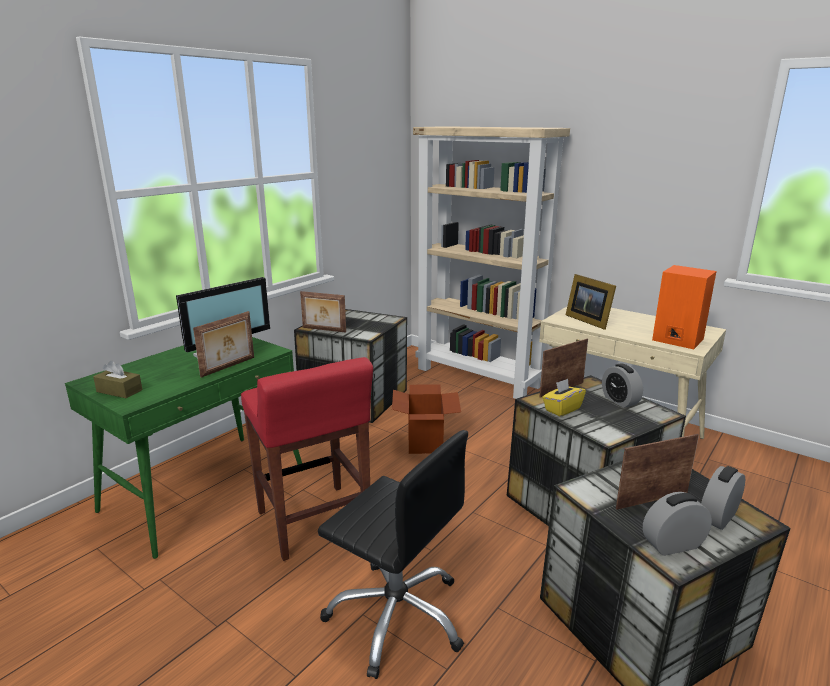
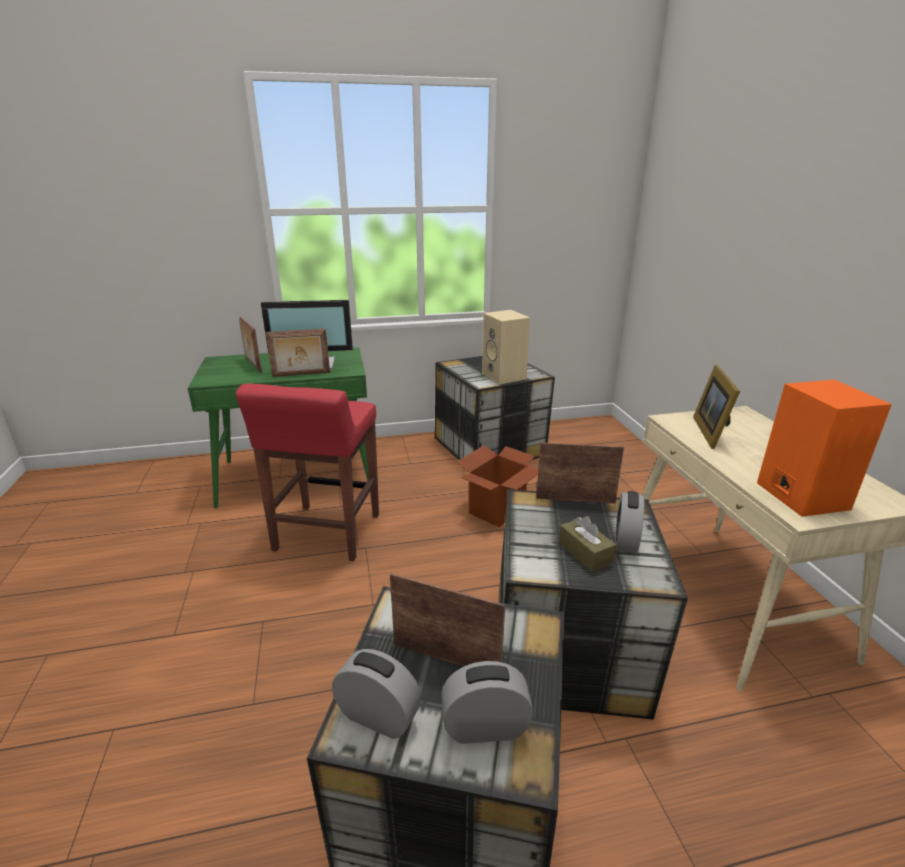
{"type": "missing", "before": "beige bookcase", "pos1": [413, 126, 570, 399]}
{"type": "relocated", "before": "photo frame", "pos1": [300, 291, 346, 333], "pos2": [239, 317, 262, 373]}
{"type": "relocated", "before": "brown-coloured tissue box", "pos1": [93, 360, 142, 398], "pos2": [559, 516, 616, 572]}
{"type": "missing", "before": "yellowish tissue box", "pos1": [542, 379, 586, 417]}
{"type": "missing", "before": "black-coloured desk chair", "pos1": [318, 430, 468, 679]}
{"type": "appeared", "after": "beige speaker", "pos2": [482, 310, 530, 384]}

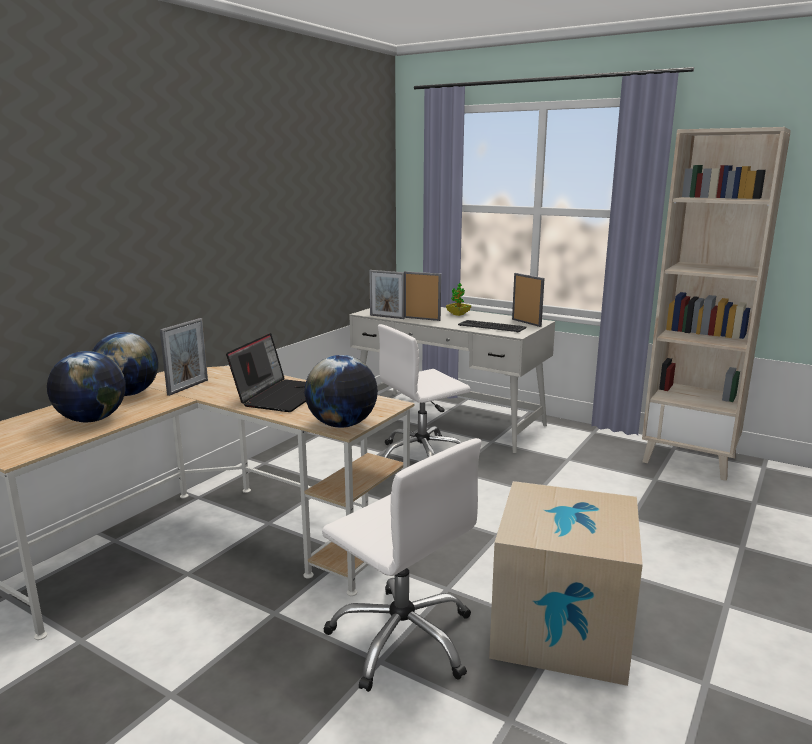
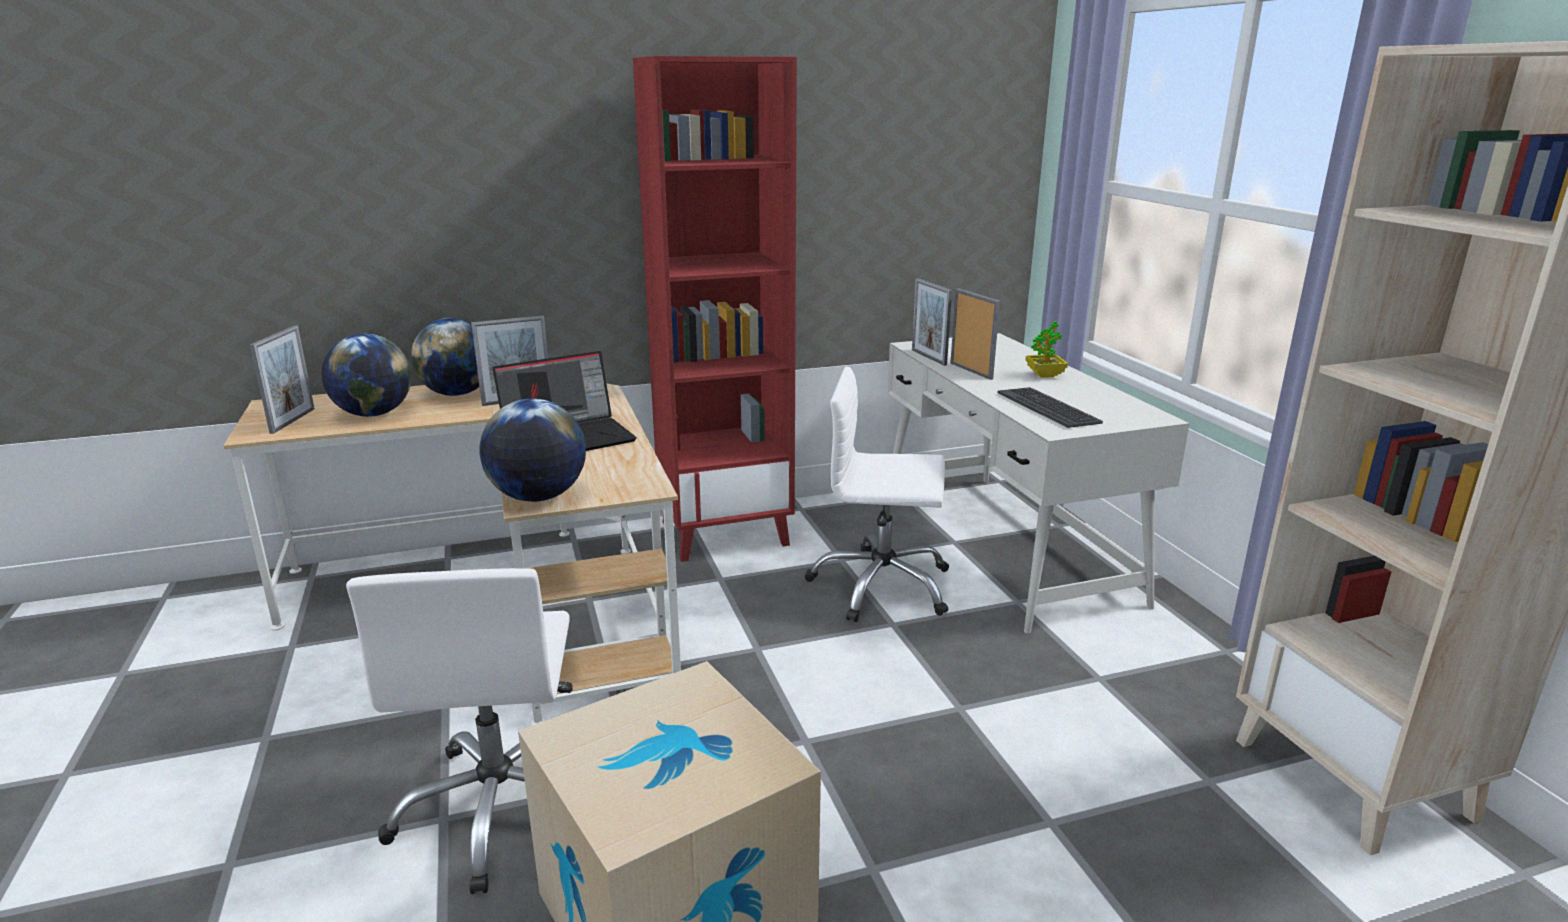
{"type": "relocated", "before": "photo frame", "pos1": [512, 273, 545, 327], "pos2": [250, 325, 315, 434]}
{"type": "appeared", "after": "red bookcase", "pos2": [633, 56, 797, 562]}

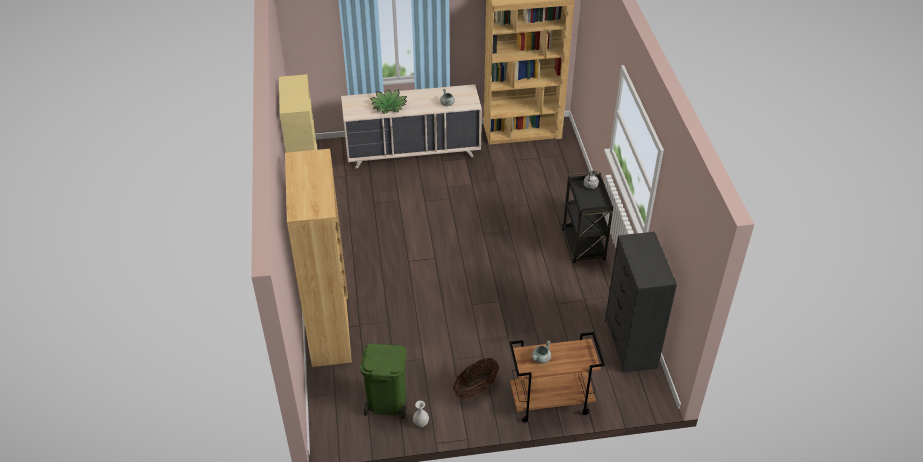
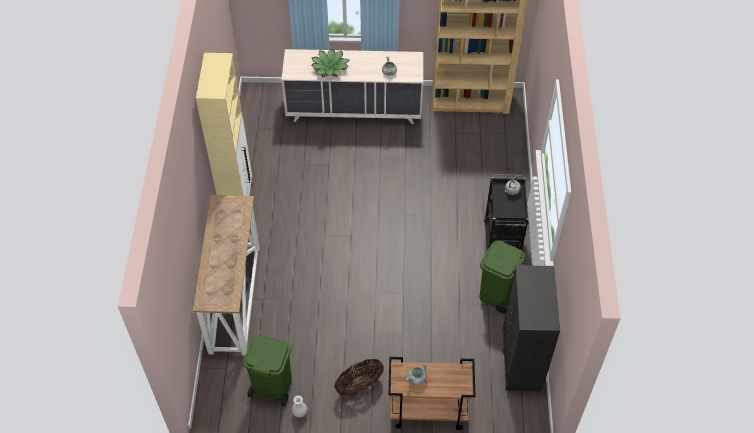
{"type": "exchanged", "before": "brown-coloured bookcase", "after": "narrow table", "pos1": [285, 149, 352, 367], "pos2": [193, 195, 260, 355]}
{"type": "appeared", "after": "green-coloured rubbish bin", "pos2": [480, 241, 525, 314]}

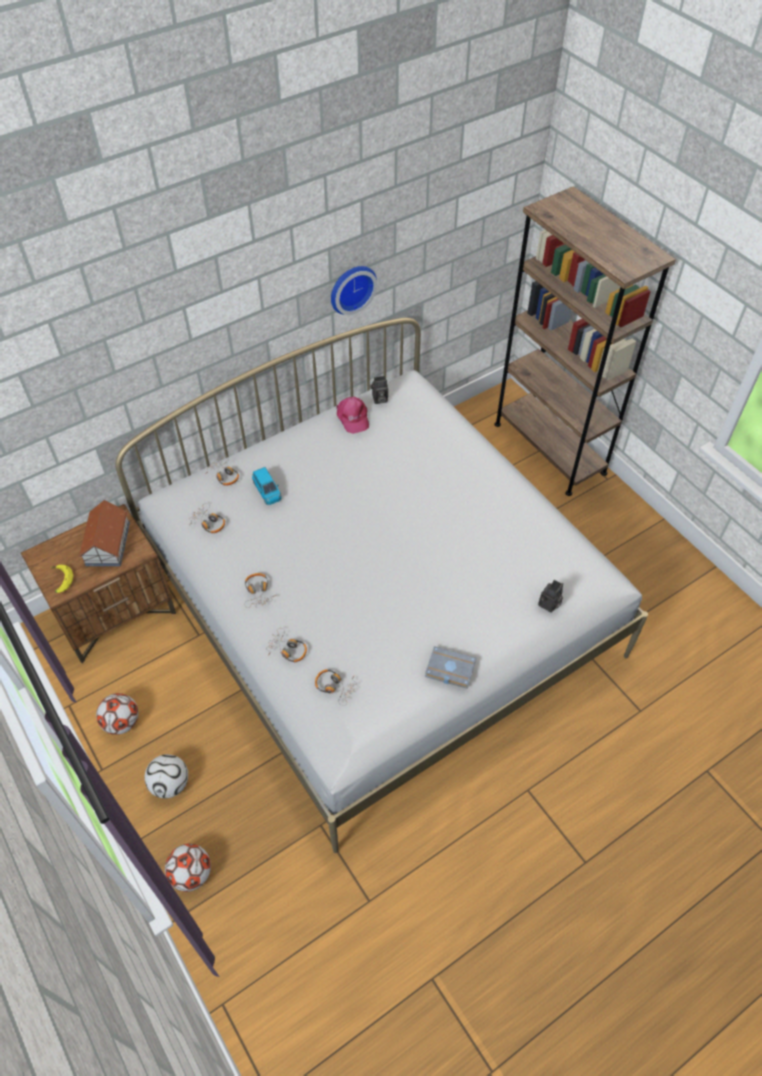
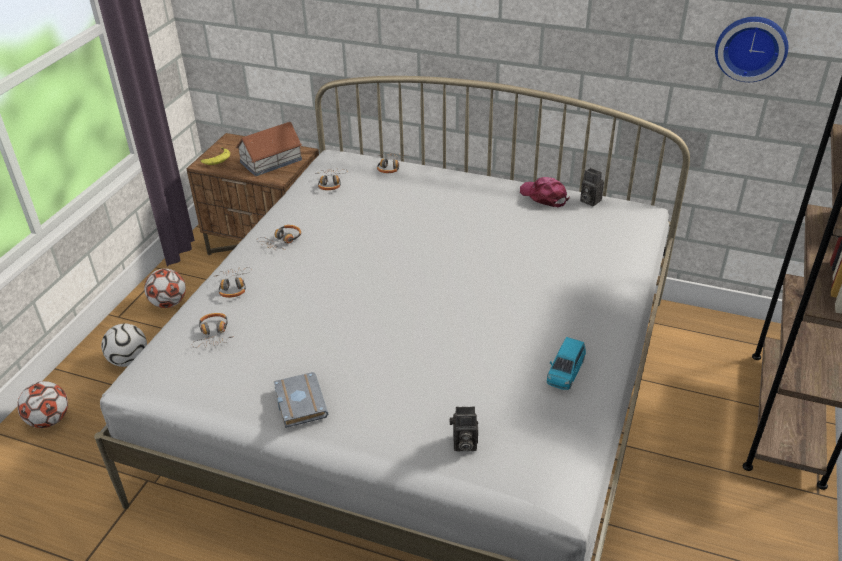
{"type": "relocated", "before": "clock on the wall", "pos1": [331, 266, 377, 315], "pos2": [715, 17, 788, 82]}
{"type": "spun", "before": "pinkish peaked cap", "pos1": [336, 397, 369, 434], "pos2": [520, 177, 570, 207], "turn": 105}
{"type": "relocated", "before": "bluish miniature car", "pos1": [252, 467, 282, 505], "pos2": [547, 337, 586, 390]}

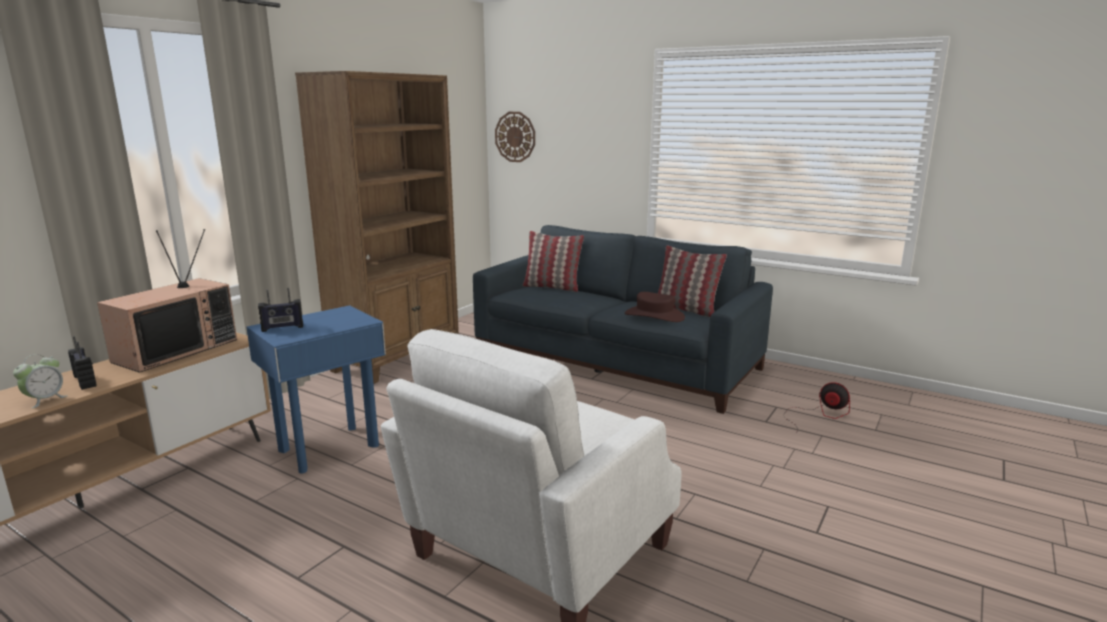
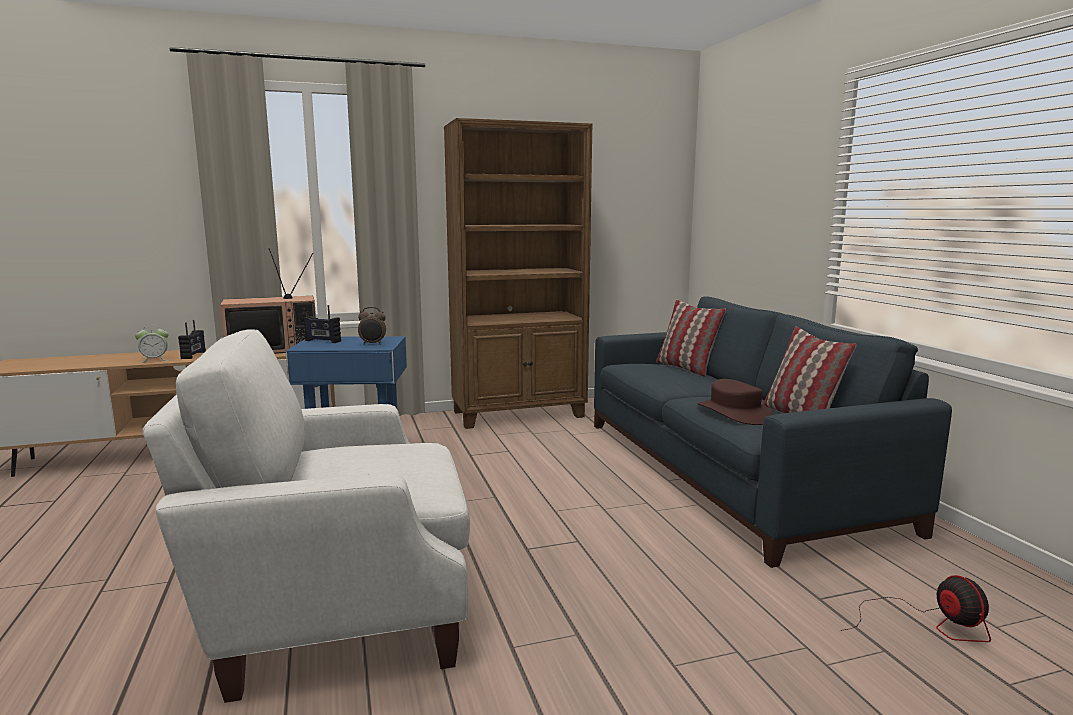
{"type": "missing", "before": "clock on the wall", "pos1": [495, 112, 535, 162]}
{"type": "appeared", "after": "bedside clock", "pos2": [358, 307, 386, 345]}

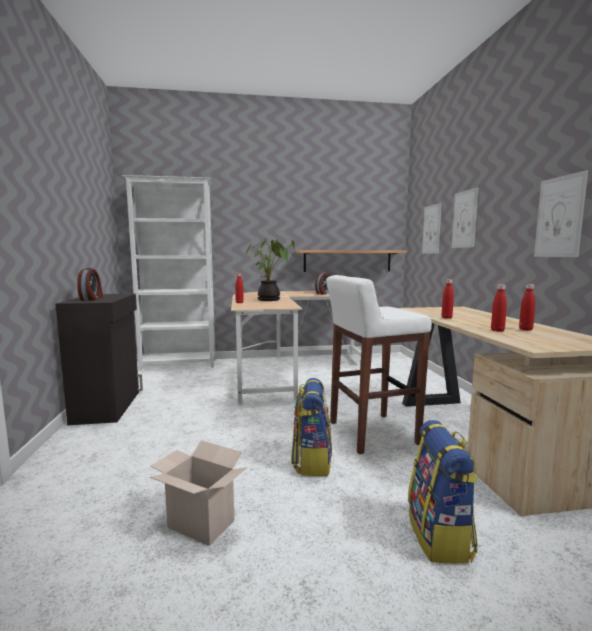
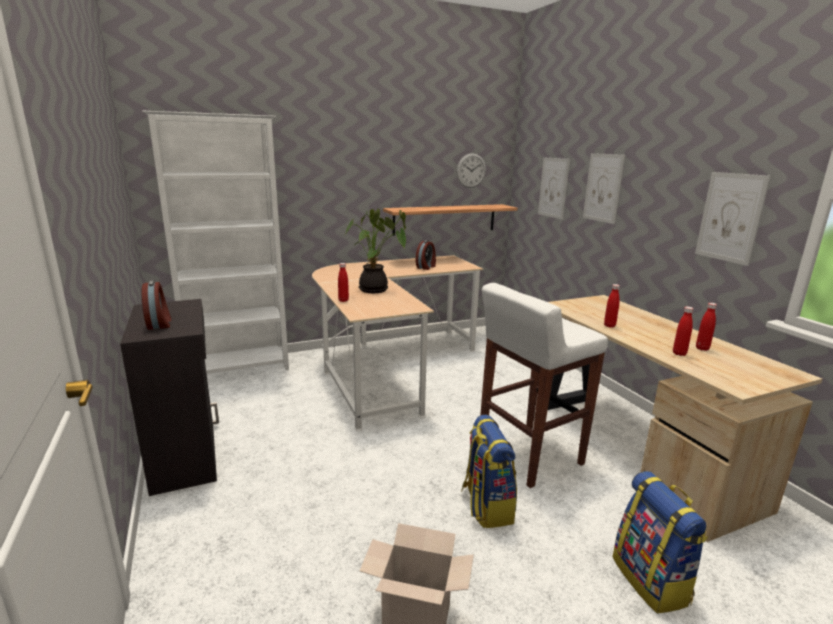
{"type": "appeared", "after": "clock on the wall", "pos2": [457, 153, 486, 188]}

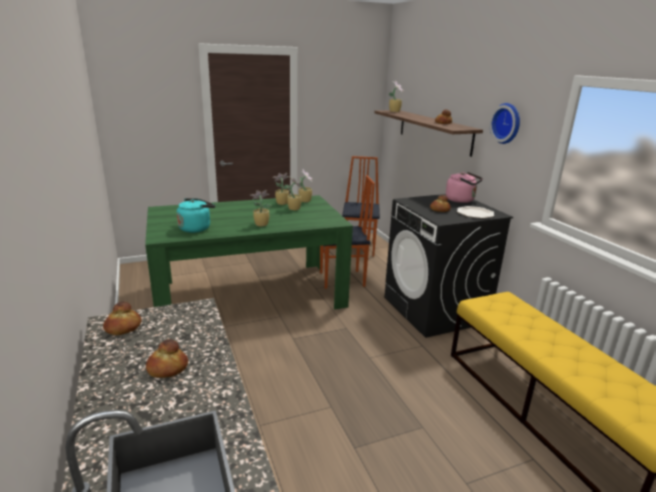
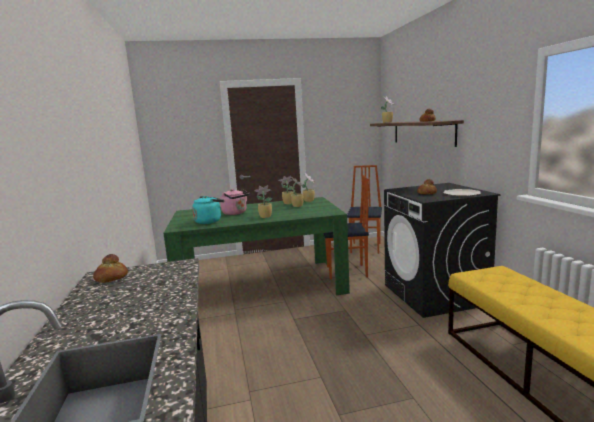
{"type": "missing", "before": "clock on the wall", "pos1": [490, 103, 520, 144]}
{"type": "relocated", "before": "pinkish kettle", "pos1": [446, 172, 483, 203], "pos2": [220, 189, 250, 215]}
{"type": "missing", "before": "baked bread", "pos1": [146, 339, 188, 378]}

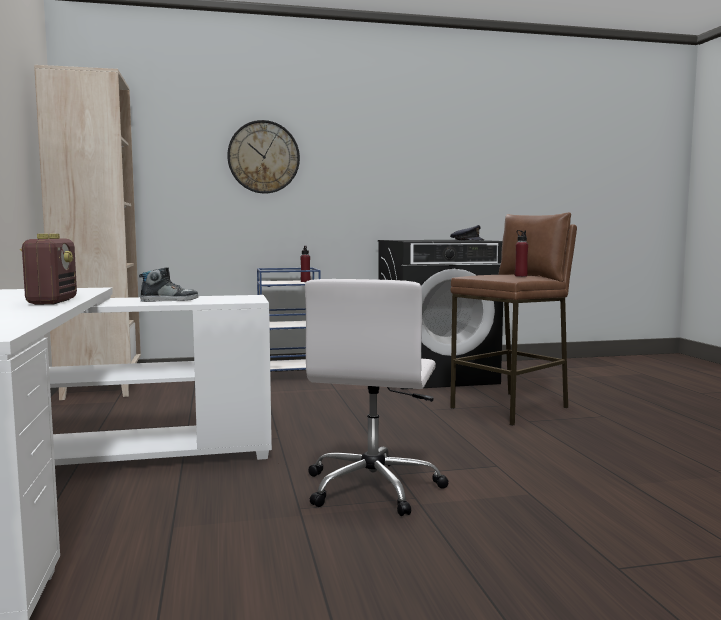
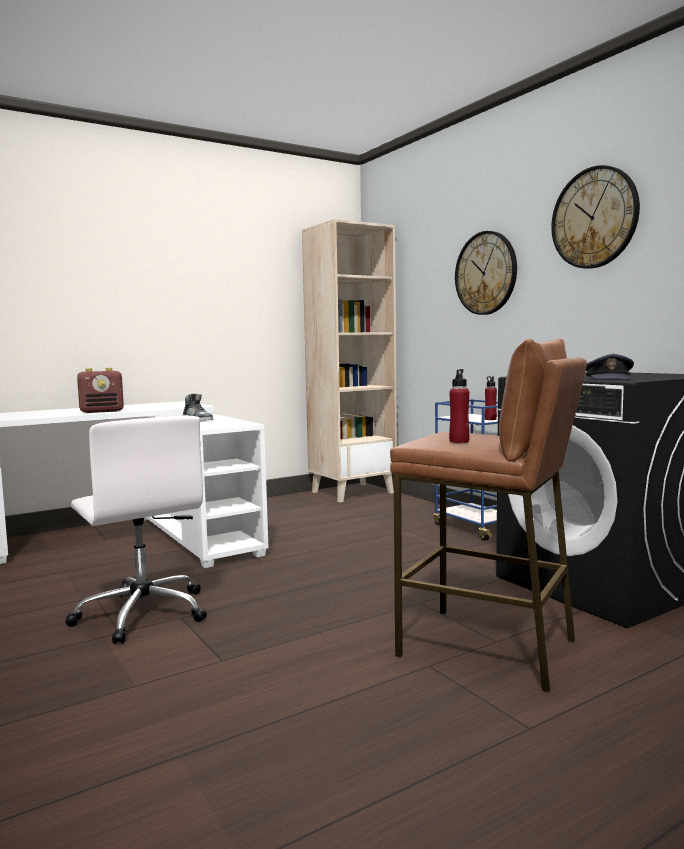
{"type": "spun", "before": "white-coloured desk chair", "pos1": [305, 279, 449, 516], "pos2": [65, 416, 207, 644], "turn": -120}
{"type": "appeared", "after": "clock on the wall", "pos2": [551, 165, 640, 269]}

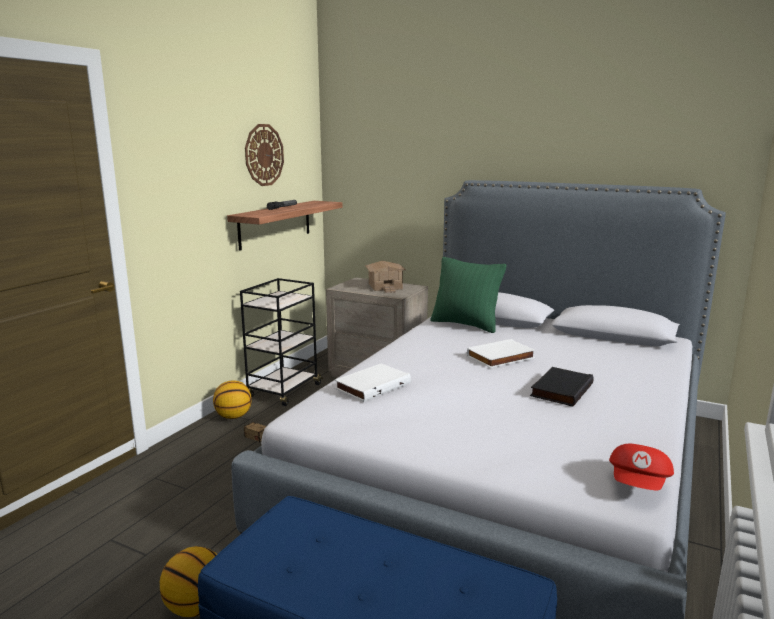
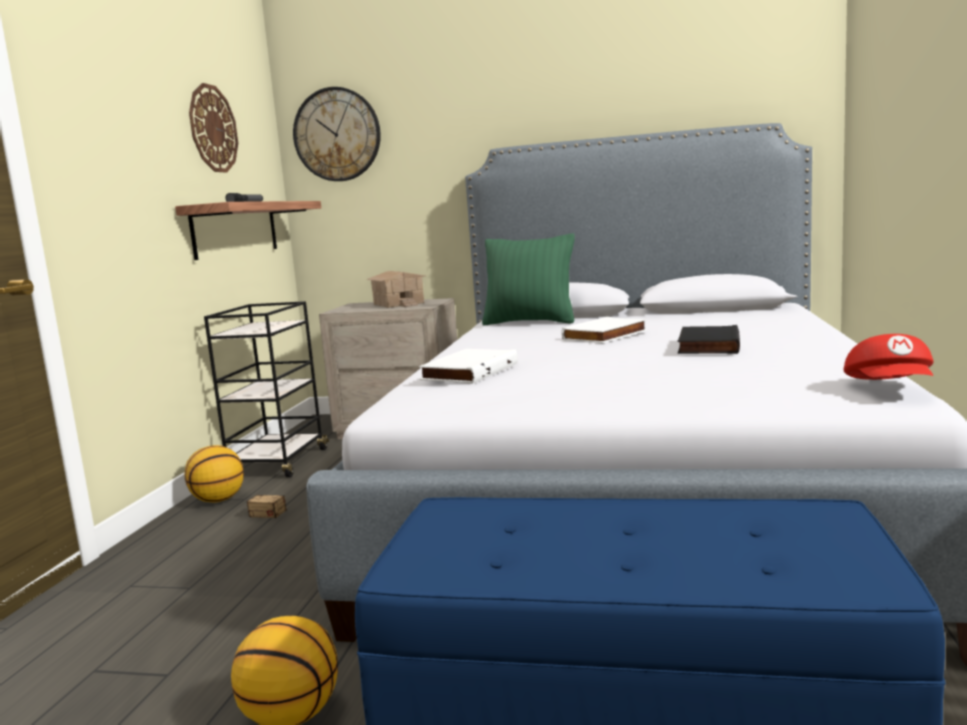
{"type": "appeared", "after": "clock on the wall", "pos2": [293, 87, 381, 181]}

